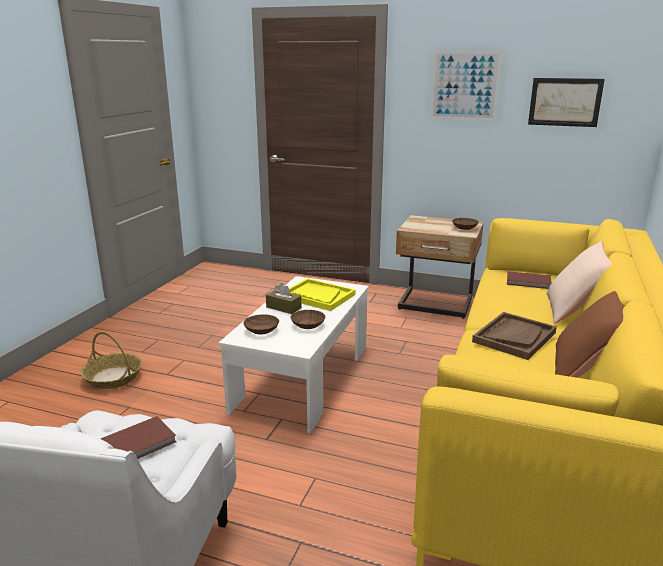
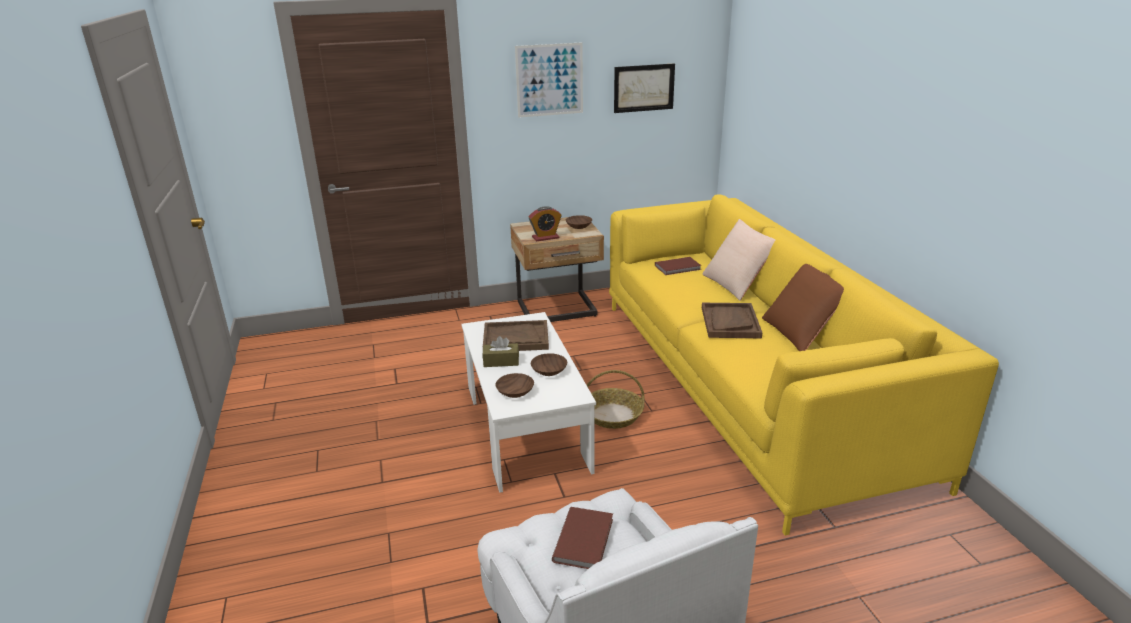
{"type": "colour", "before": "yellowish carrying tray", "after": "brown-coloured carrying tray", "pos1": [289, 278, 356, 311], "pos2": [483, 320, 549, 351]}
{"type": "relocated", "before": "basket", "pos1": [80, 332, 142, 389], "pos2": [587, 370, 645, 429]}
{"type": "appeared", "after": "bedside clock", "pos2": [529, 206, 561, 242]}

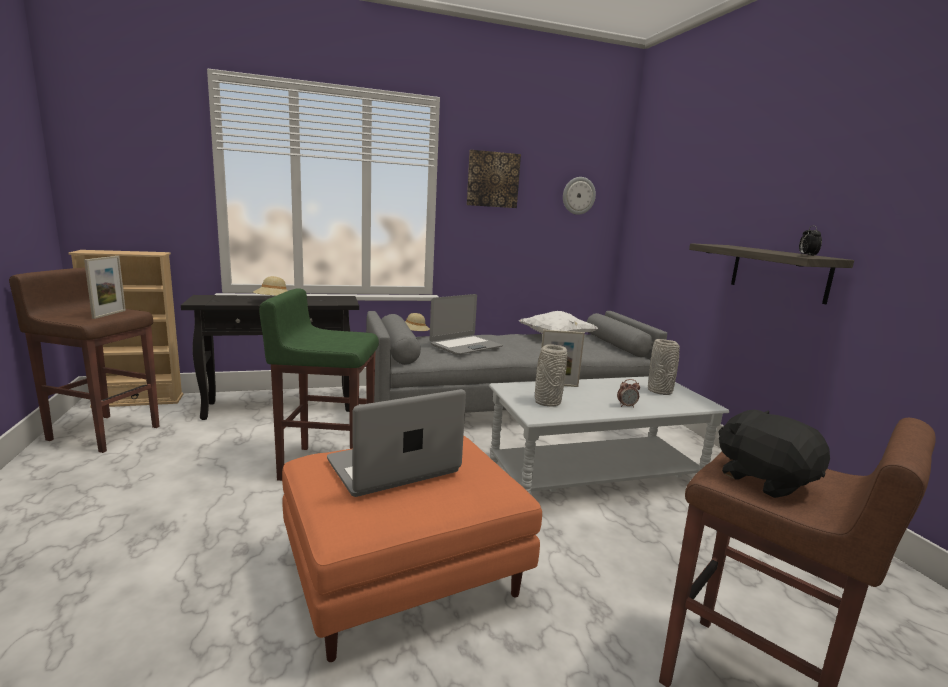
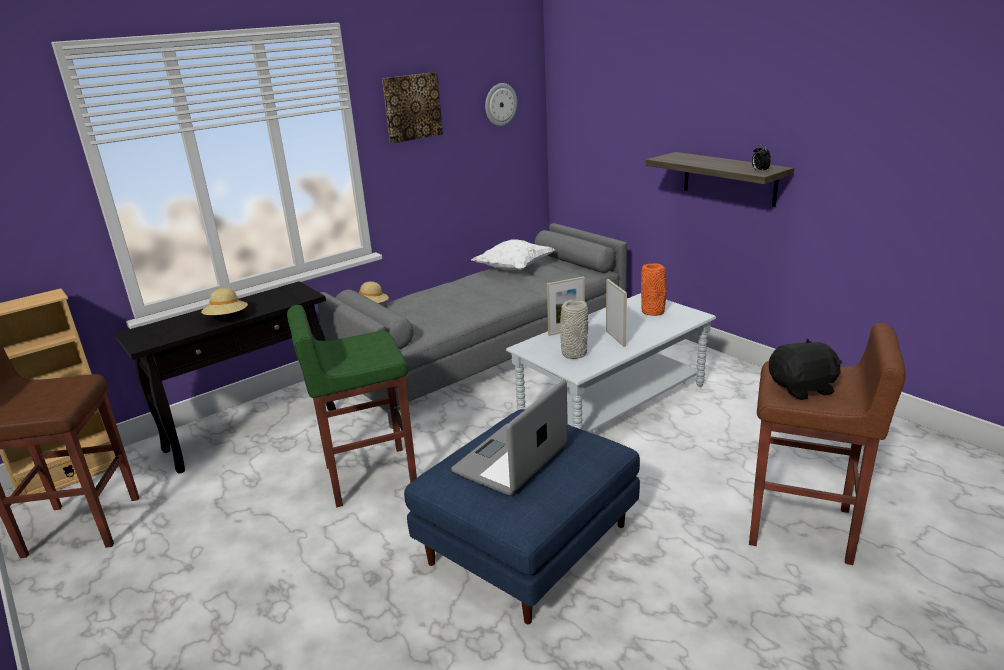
{"type": "relocated", "before": "photo frame", "pos1": [84, 256, 126, 319], "pos2": [606, 279, 627, 347]}
{"type": "missing", "before": "notebook computer", "pos1": [430, 294, 503, 354]}
{"type": "colour", "before": "gray flower vase", "after": "orangey flower vase", "pos1": [648, 339, 680, 395], "pos2": [641, 263, 666, 316]}
{"type": "missing", "before": "bedside clock", "pos1": [617, 379, 640, 408]}
{"type": "spun", "before": "black-coloured cuddly toy", "pos1": [718, 410, 830, 498], "pos2": [769, 338, 842, 400], "turn": 135}
{"type": "colour", "before": "orangey ottoman", "after": "bluish ottoman", "pos1": [282, 435, 542, 662], "pos2": [404, 409, 640, 624]}

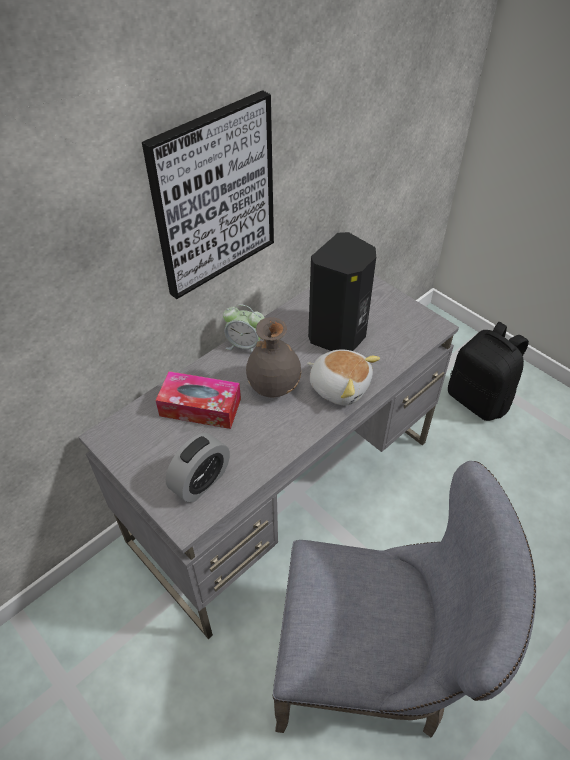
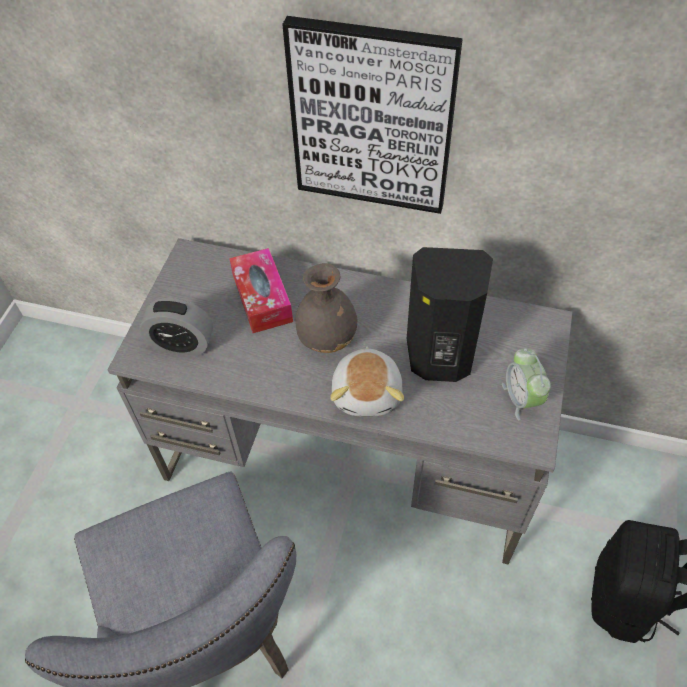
{"type": "relocated", "before": "bedside clock", "pos1": [223, 304, 265, 353], "pos2": [502, 348, 551, 421]}

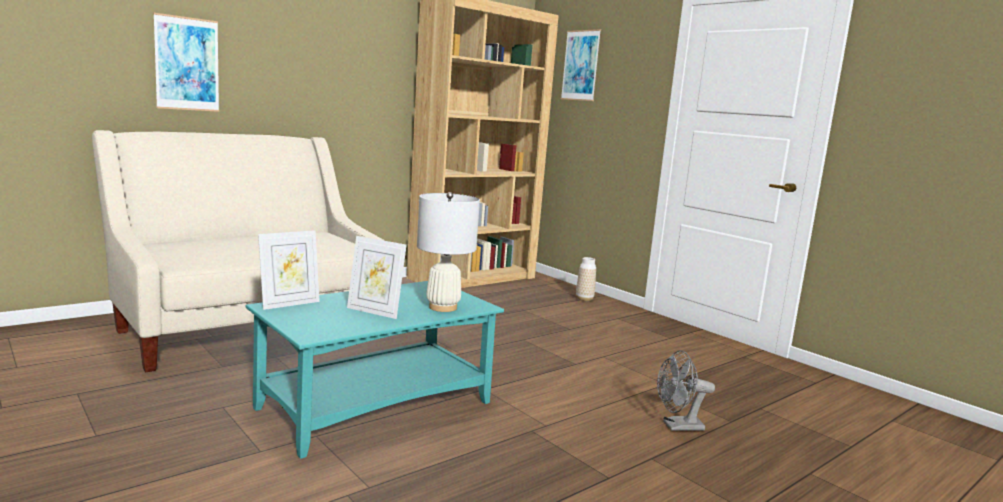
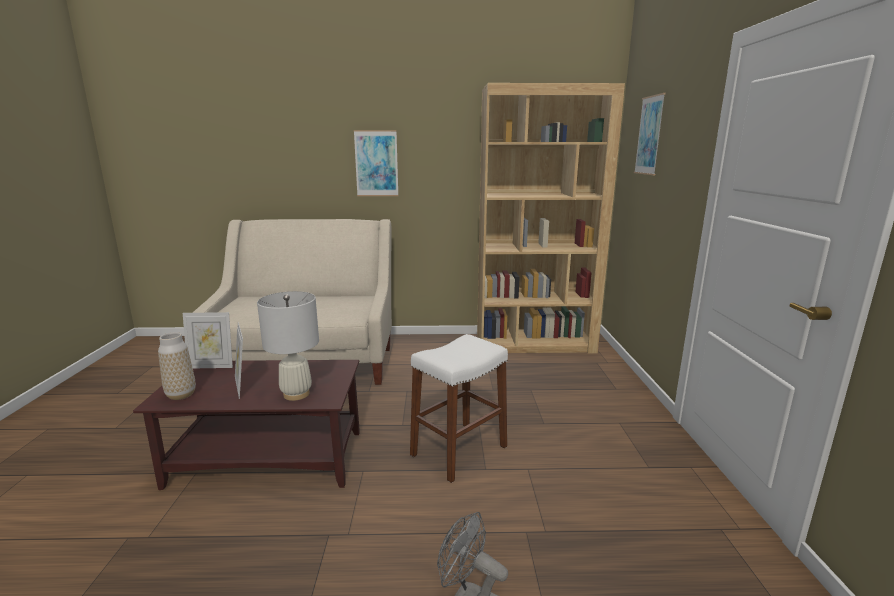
{"type": "relocated", "before": "picture", "pos1": [153, 13, 219, 112], "pos2": [354, 130, 398, 196]}
{"type": "relocated", "before": "flower vase", "pos1": [576, 257, 596, 301], "pos2": [158, 332, 196, 400]}
{"type": "colour", "before": "turquoise lounge table", "after": "brown-coloured lounge table", "pos1": [246, 281, 504, 459], "pos2": [133, 360, 360, 490]}
{"type": "appeared", "after": "white-coloured sitting stool", "pos2": [410, 334, 508, 483]}

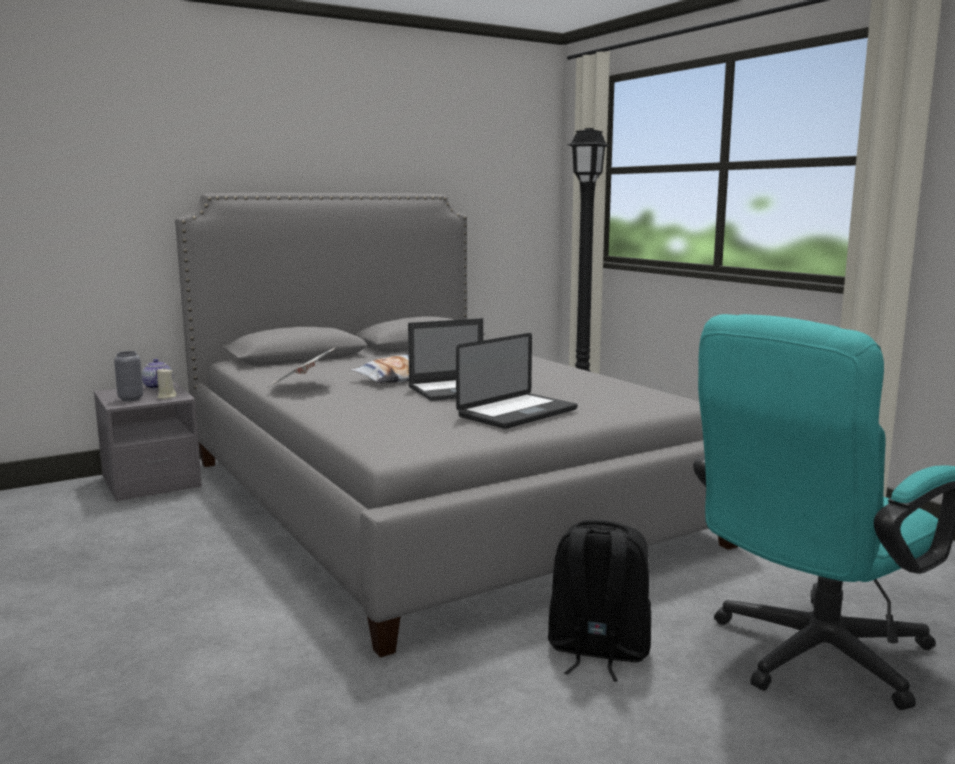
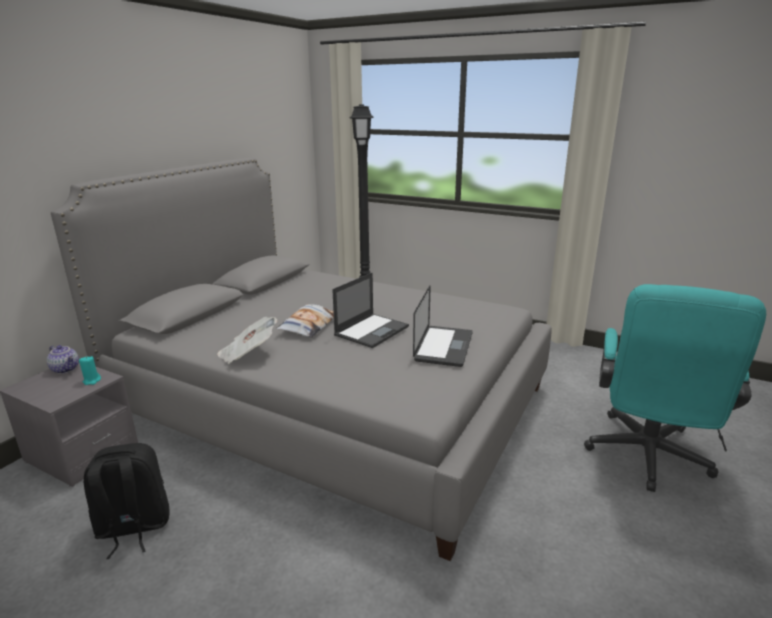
{"type": "missing", "before": "gray flower vase", "pos1": [114, 351, 143, 401]}
{"type": "colour", "before": "beige wax candle", "after": "turquoise wax candle", "pos1": [157, 367, 177, 399], "pos2": [79, 356, 101, 385]}
{"type": "relocated", "before": "black-coloured knapsack", "pos1": [548, 520, 651, 682], "pos2": [84, 443, 170, 559]}

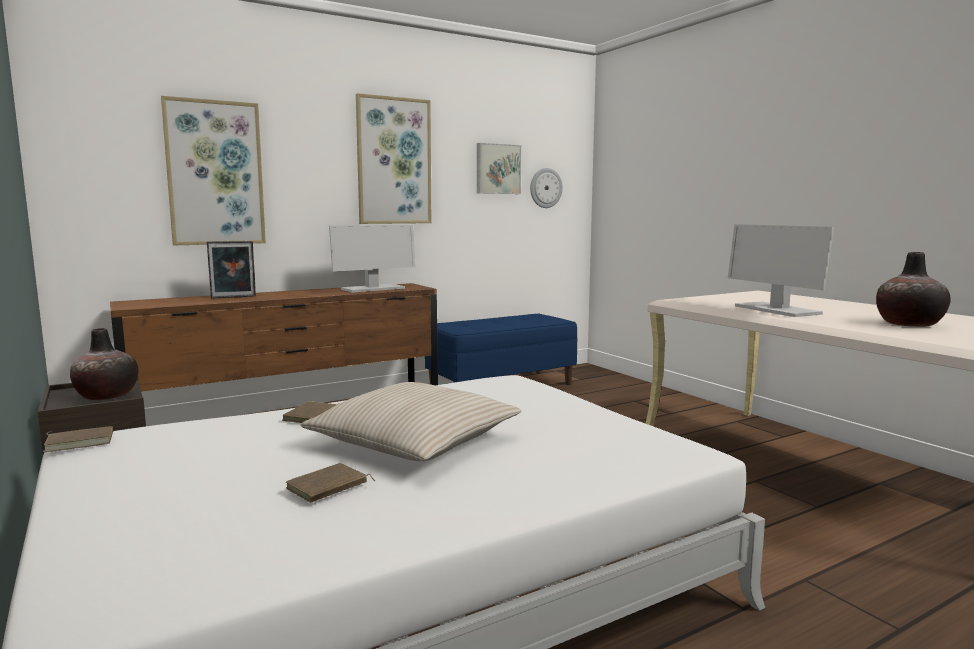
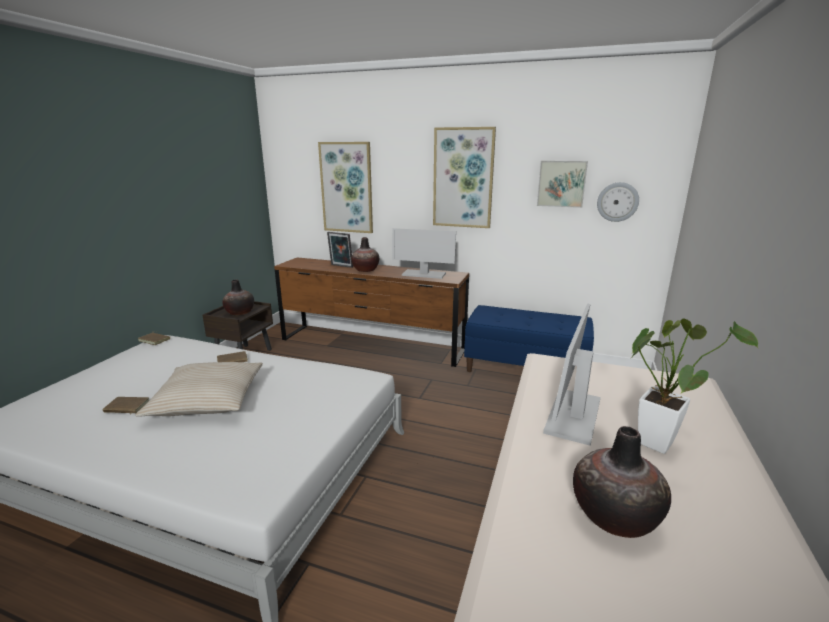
{"type": "appeared", "after": "flower vase", "pos2": [351, 237, 379, 272]}
{"type": "appeared", "after": "plant in a pot", "pos2": [630, 319, 758, 454]}

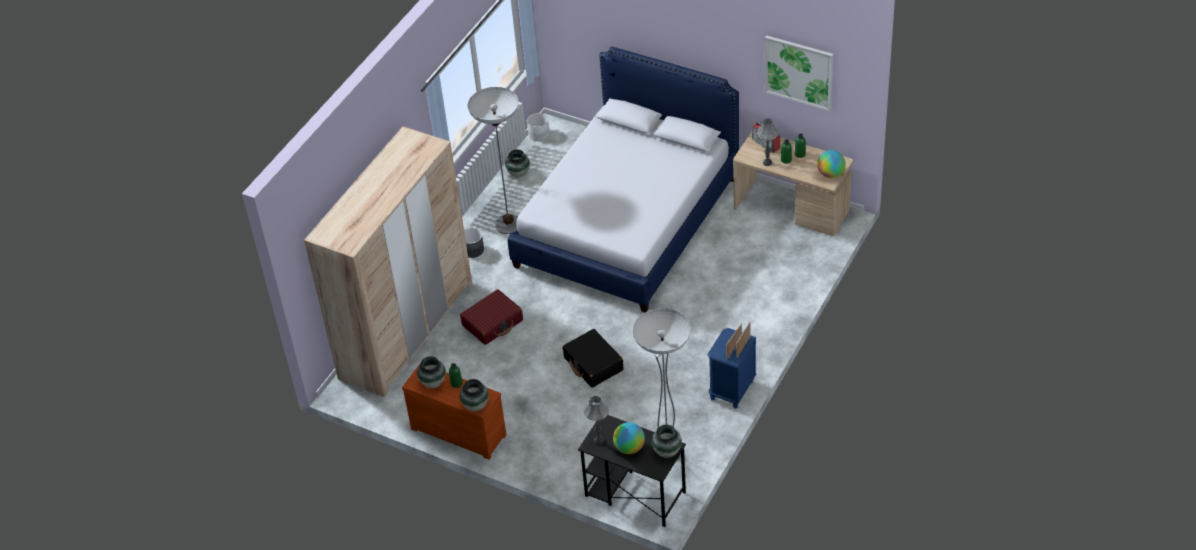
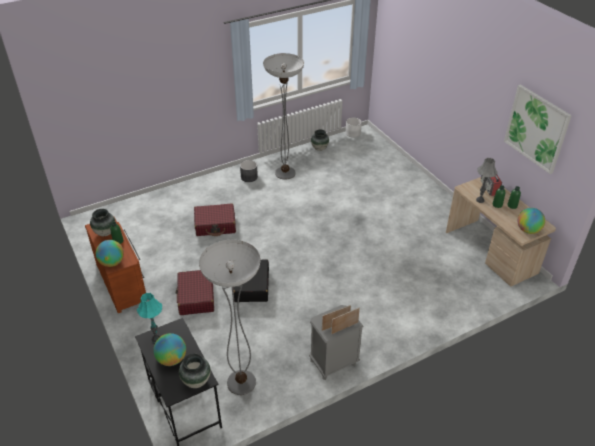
{"type": "missing", "before": "bedroom bed", "pos1": [508, 47, 739, 312]}
{"type": "missing", "before": "beige wardrobe", "pos1": [304, 127, 472, 397]}
{"type": "colour", "before": "bluish bedside table", "after": "gray bedside table", "pos1": [707, 328, 756, 409], "pos2": [309, 305, 364, 380]}
{"type": "exchanged", "before": "flower vase", "after": "globe", "pos1": [460, 379, 489, 411], "pos2": [96, 240, 124, 267]}
{"type": "colour", "before": "gray lamp for a table", "after": "turquoise lamp for a table", "pos1": [584, 396, 609, 445], "pos2": [137, 293, 162, 343]}
{"type": "appeared", "after": "red suitcase", "pos2": [176, 270, 214, 315]}

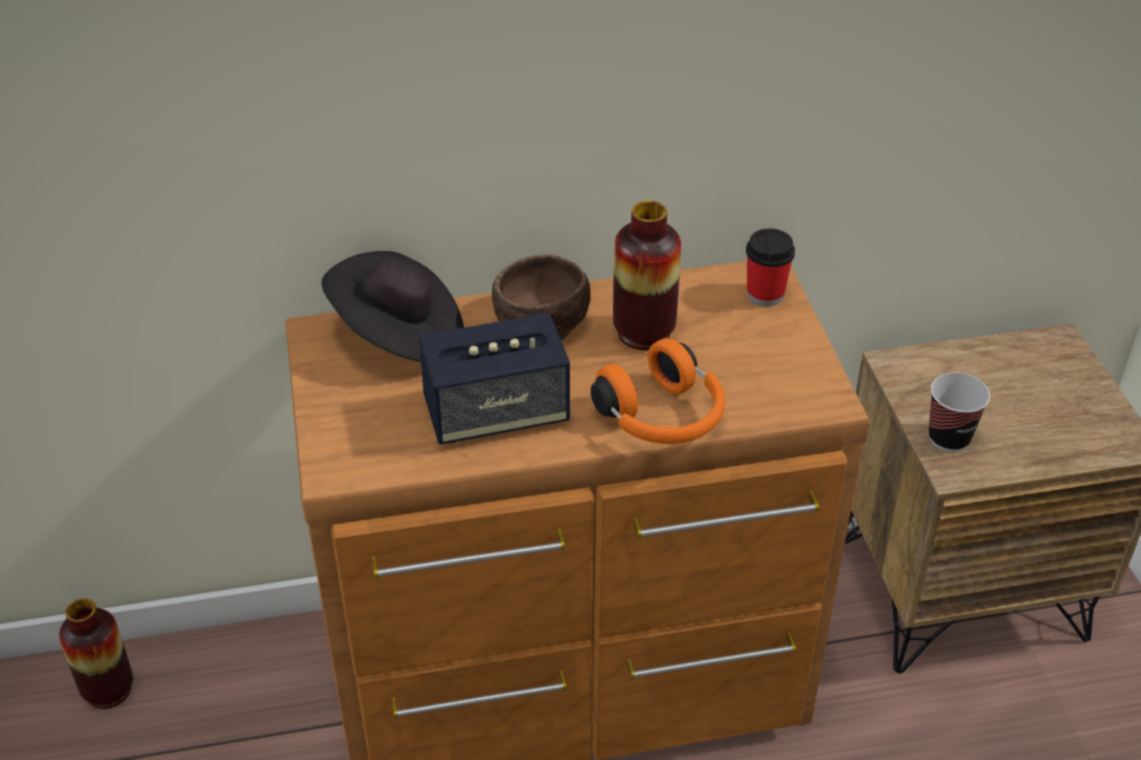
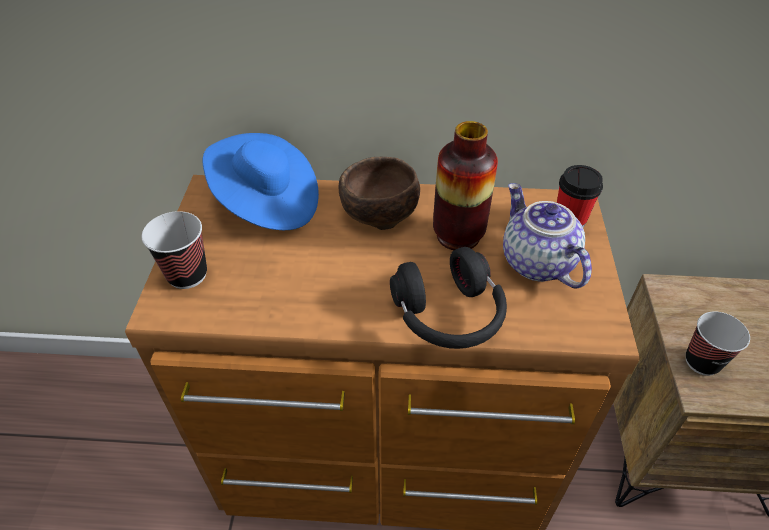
{"type": "colour", "before": "black-coloured hat", "after": "bluish hat", "pos1": [321, 251, 464, 362], "pos2": [203, 133, 319, 230]}
{"type": "missing", "before": "speaker", "pos1": [418, 313, 570, 445]}
{"type": "colour", "before": "orangey headset", "after": "black-coloured headset", "pos1": [591, 338, 725, 444], "pos2": [390, 247, 507, 349]}
{"type": "missing", "before": "flower vase", "pos1": [59, 598, 133, 709]}
{"type": "appeared", "after": "pot for tea", "pos2": [503, 183, 592, 289]}
{"type": "appeared", "after": "cup", "pos2": [142, 211, 207, 289]}

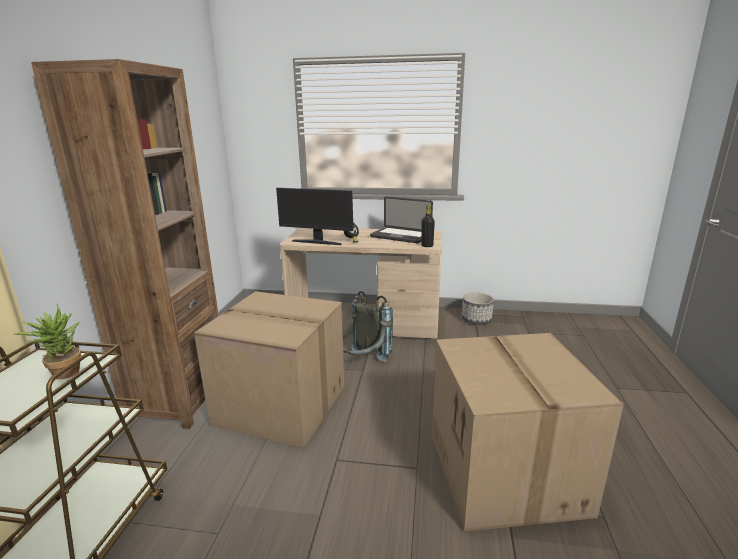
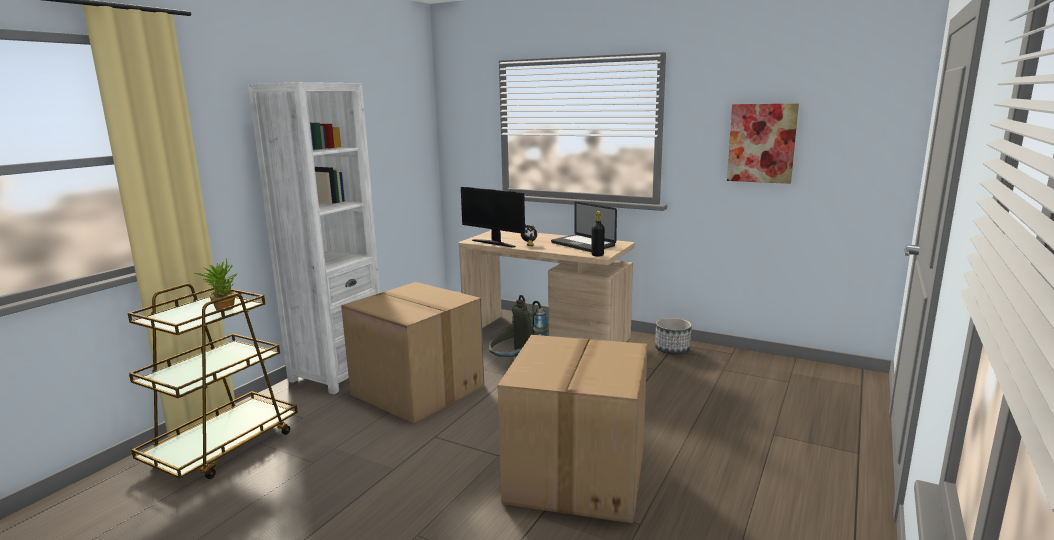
{"type": "colour", "before": "brown-coloured bookcase", "after": "white-coloured bookcase", "pos1": [31, 59, 219, 429], "pos2": [248, 82, 380, 394]}
{"type": "appeared", "after": "picture", "pos2": [727, 103, 799, 184]}

